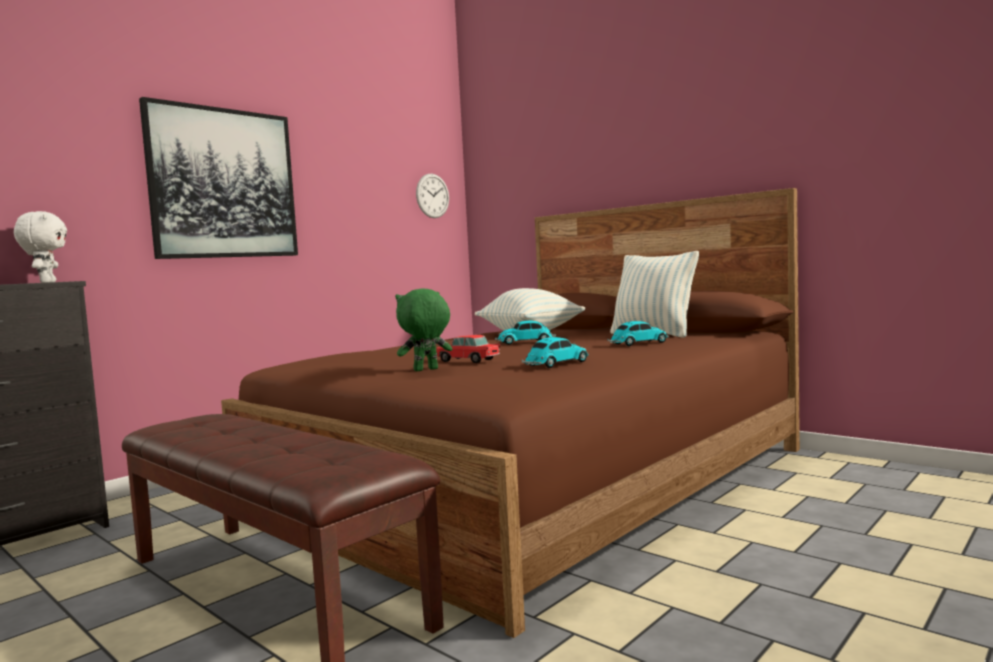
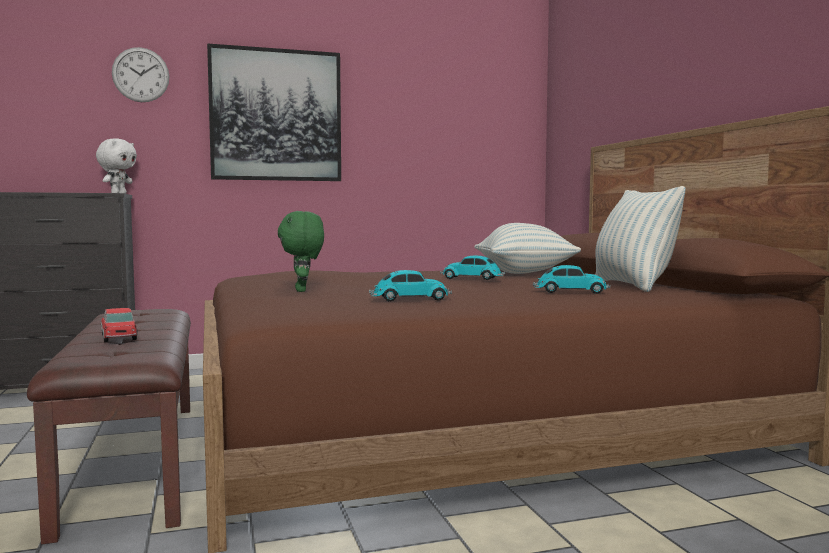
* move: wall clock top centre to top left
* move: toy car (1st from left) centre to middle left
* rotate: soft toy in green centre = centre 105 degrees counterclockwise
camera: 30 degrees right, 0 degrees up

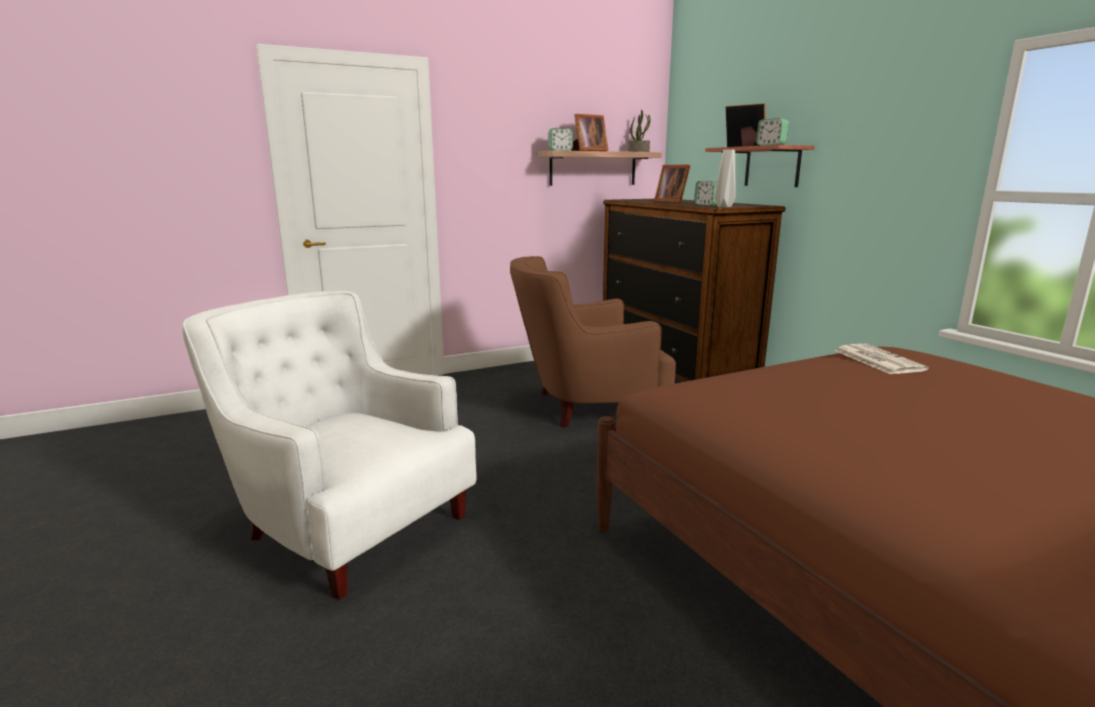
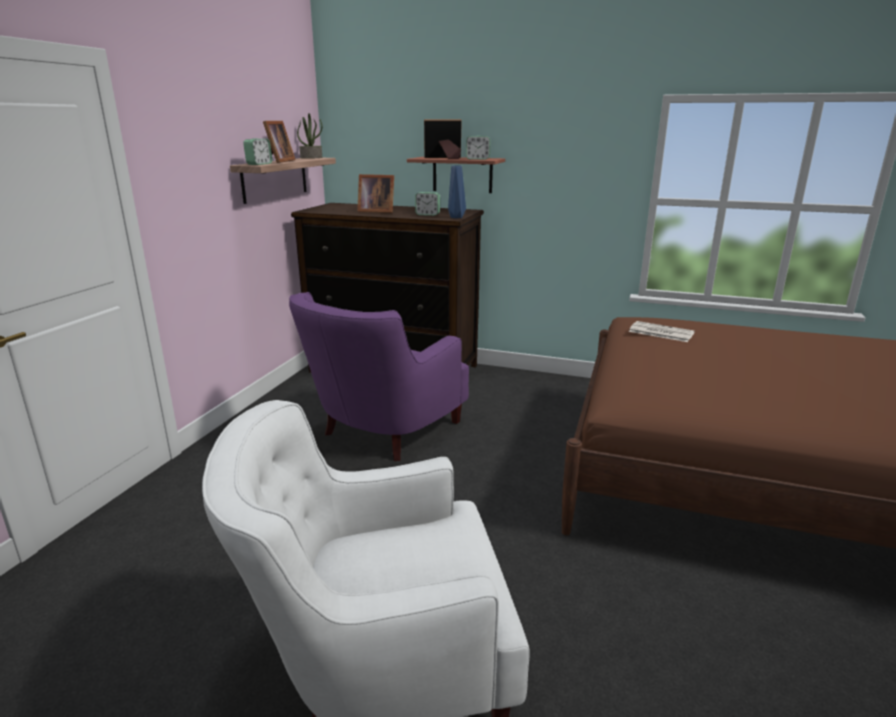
* recolor: easy chair in brown-coloured centre to easy chair in purple centre
* recolor: flower vase in gray top centre to flower vase in blue-coloured top centre
camera: 45 degrees left, 5 degrees up

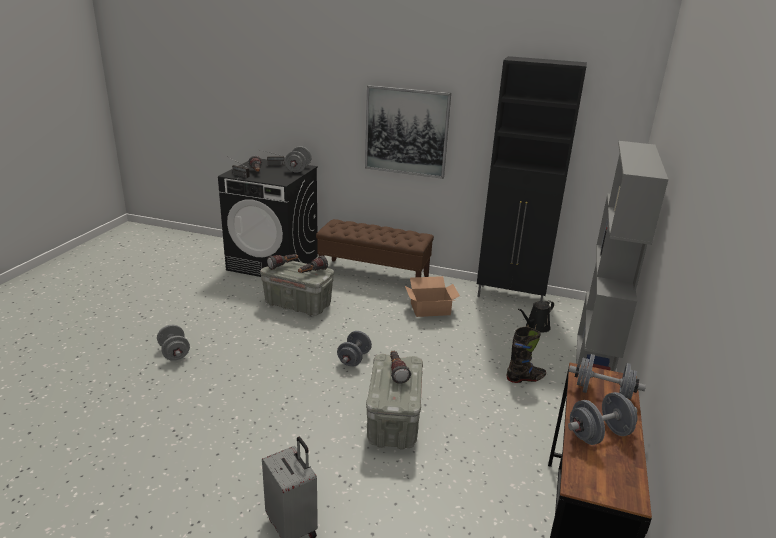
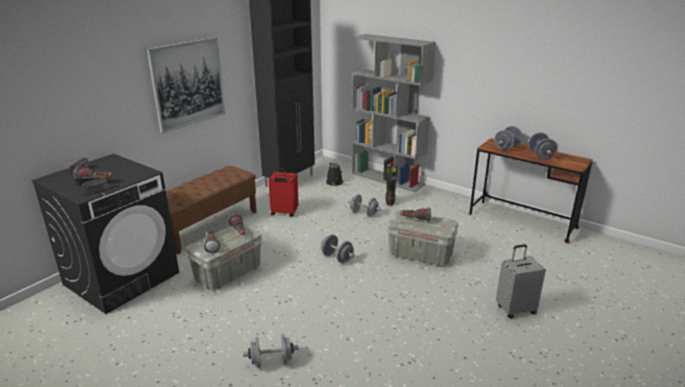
* move: dumbbell in gray (2nd from left in the first image) top centre to dumbbell in gray (3rd from left) centre
* replace: cardboard box centre to travel case in reddish centre
camera: 70 degrees left, 0 degrees up

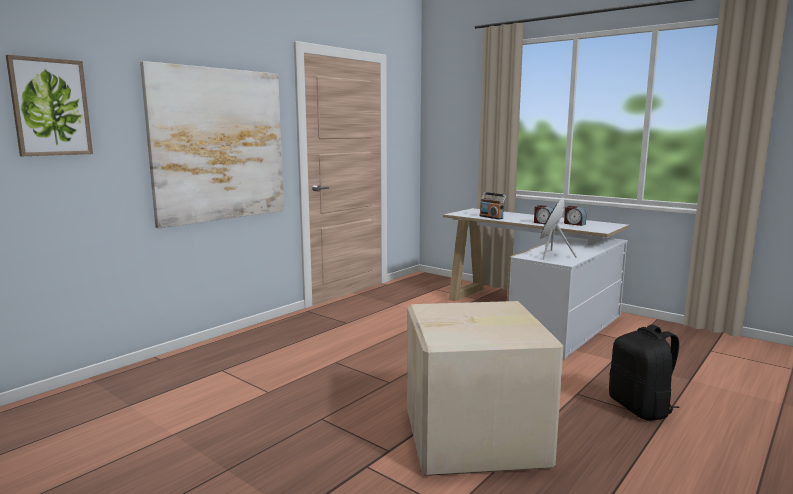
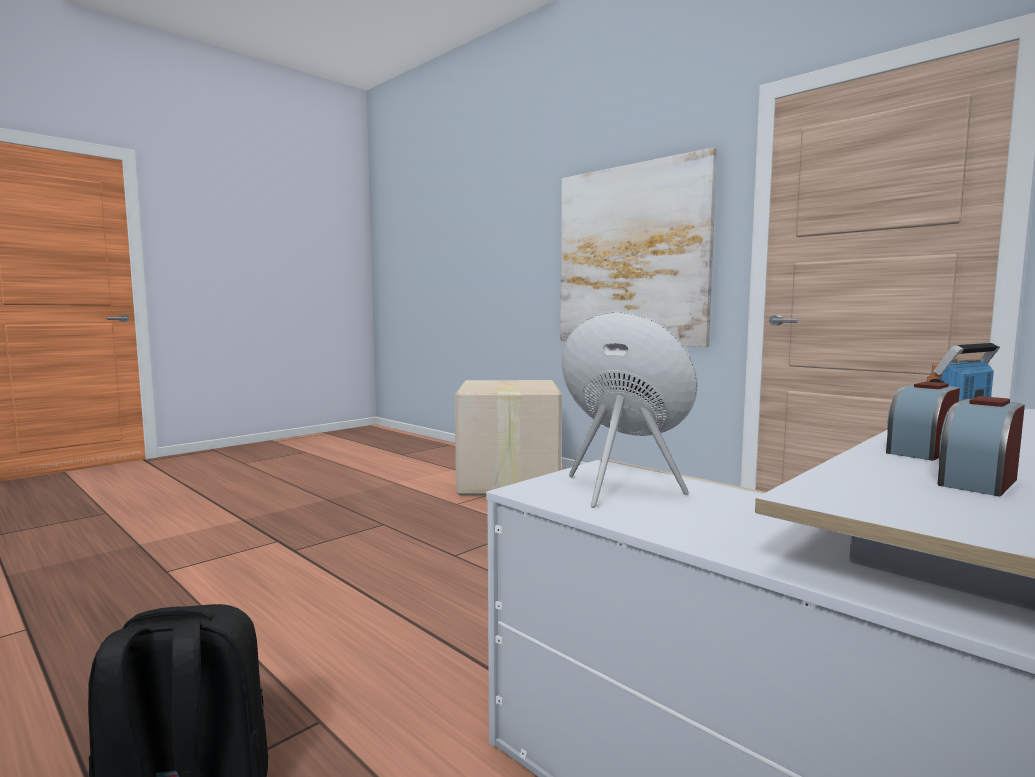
* delete: picture (1st from left) top left
* move: cardboard box bottom centre to centre
camera: 95 degrees right, 5 degrees down

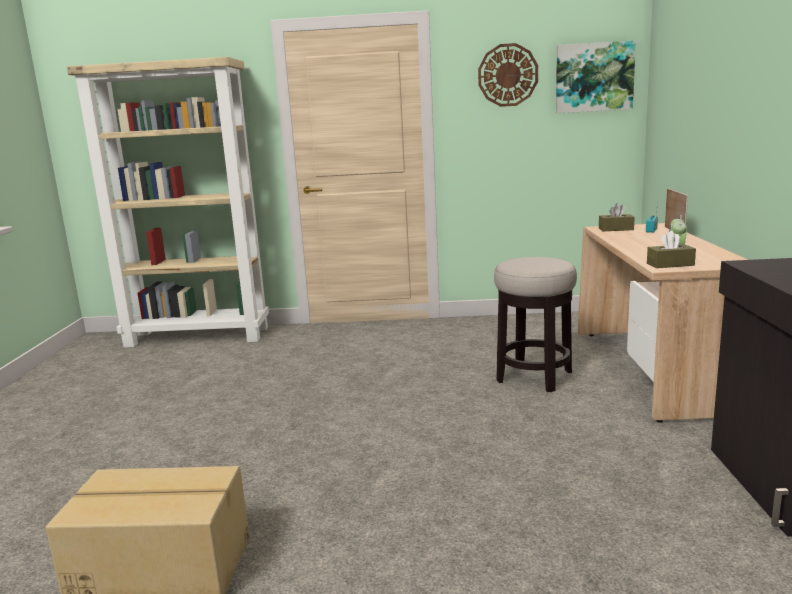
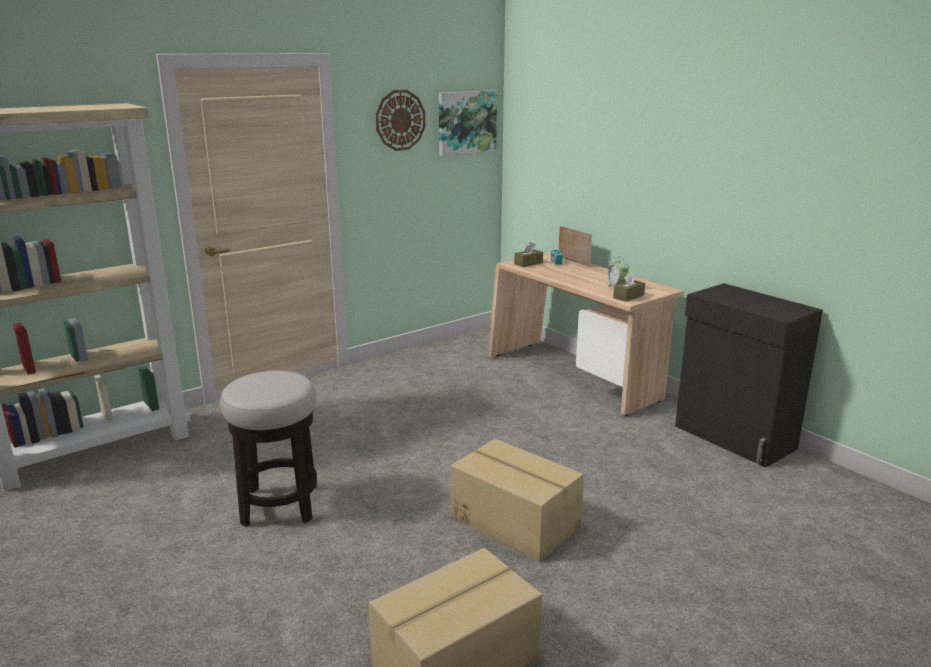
* insert: cardboard box (2nd from left) bottom centre
* move: sitting stool middle right to bottom left
camera: 40 degrees left, 5 degrees up

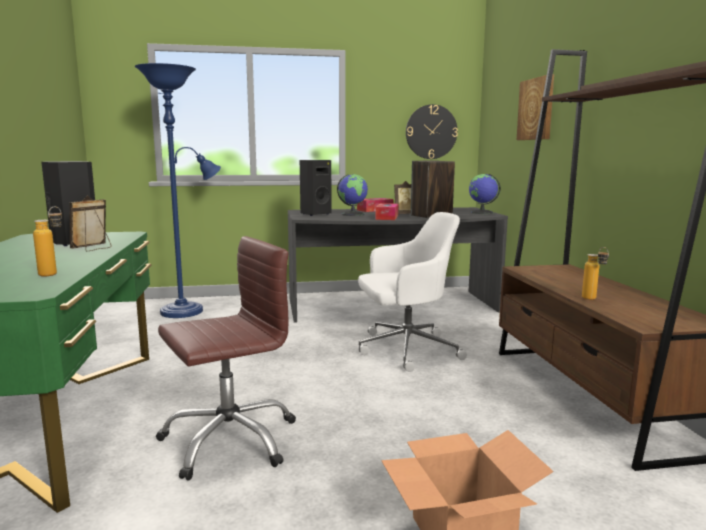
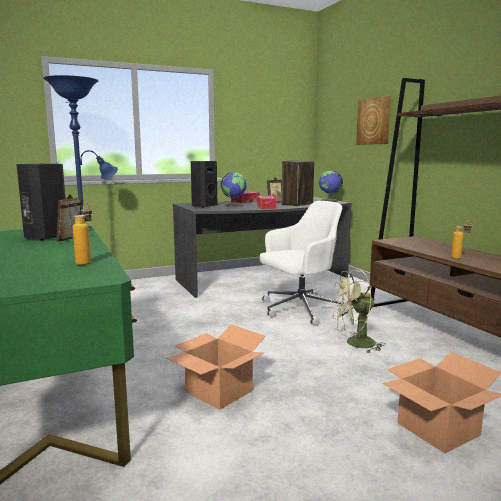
* delete: wall clock top centre
* insert: fan in green middle right
* replace: desk chair in brown-coloured bottom left to cardboard box (1st from left) bottom centre
camera: 15 degrees left, 0 degrees up

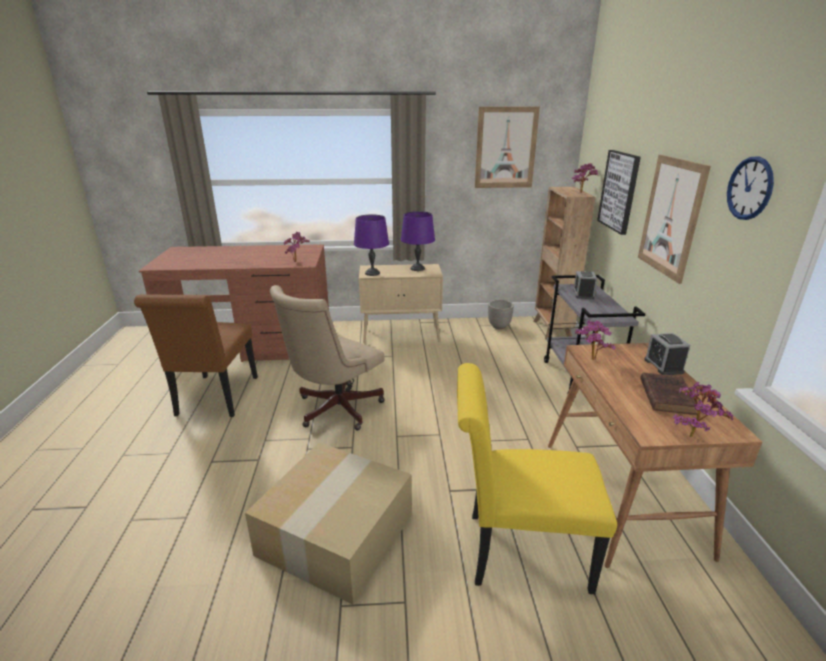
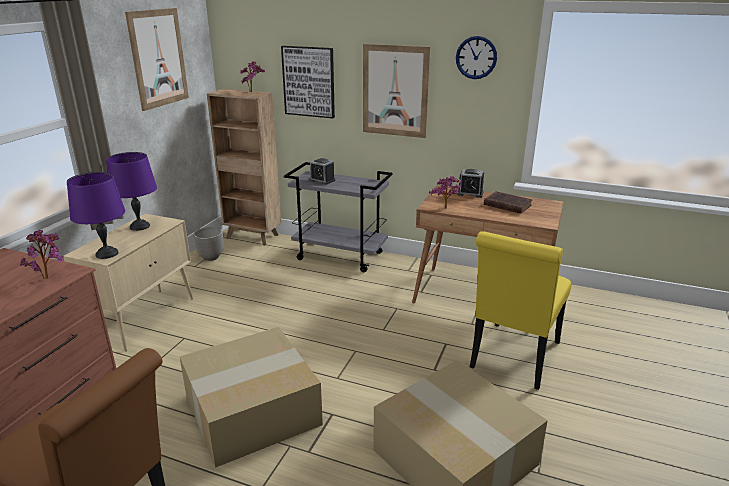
* delete: houseplant (4th from left) middle right
* replace: desk chair in beige-coloured centre to cardboard box (1st from left) bottom centre
camera: 65 degrees left, 0 degrees up

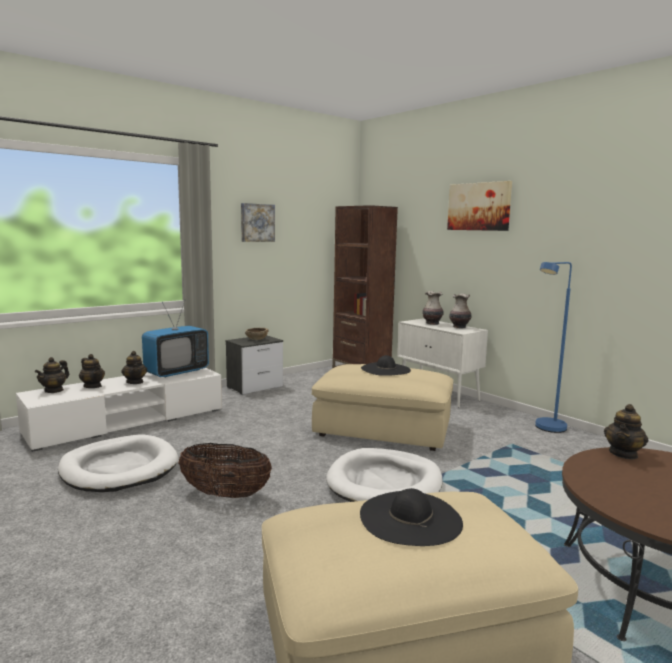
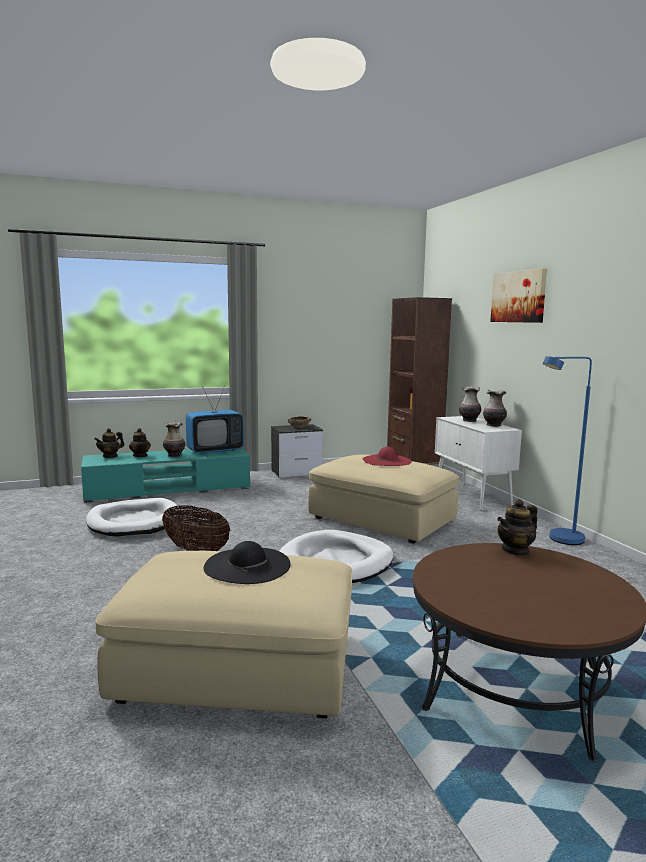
* delete: picture (1st from left) centre
* replace: teapot (3rd from left) middle left to flower vase (1st from left) middle left
* recolor: tv unit in white middle left to tv unit in blue-green middle left
* recolor: wearable hat in blackish (1st from left) centre to wearable hat in reddish centre
camera: 20 degrees right, 0 degrees up

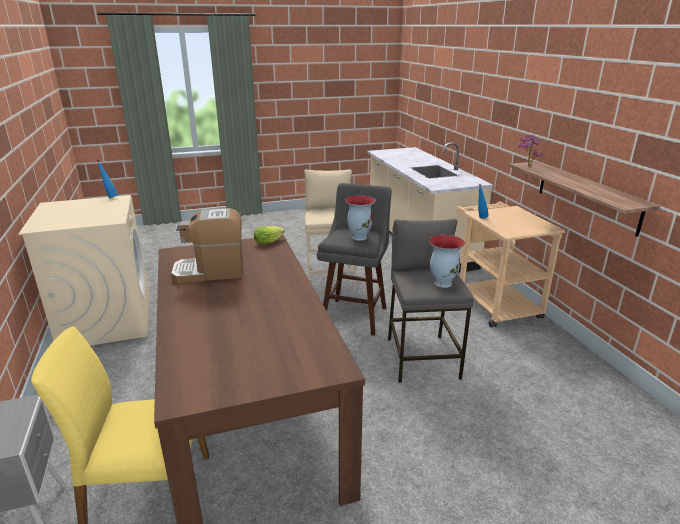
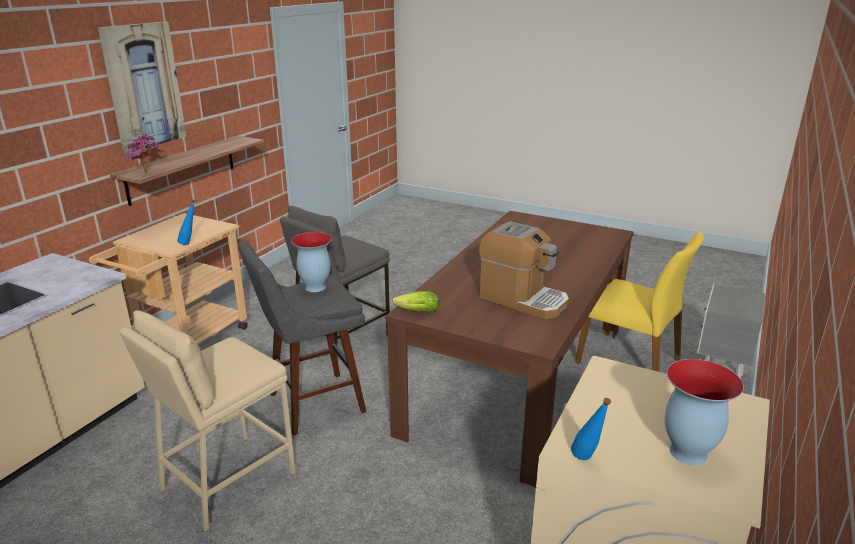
* insert: picture top left
* move: flower vase (2nd from left) centre to bottom right
camera: 135 degrees left, 0 degrees up

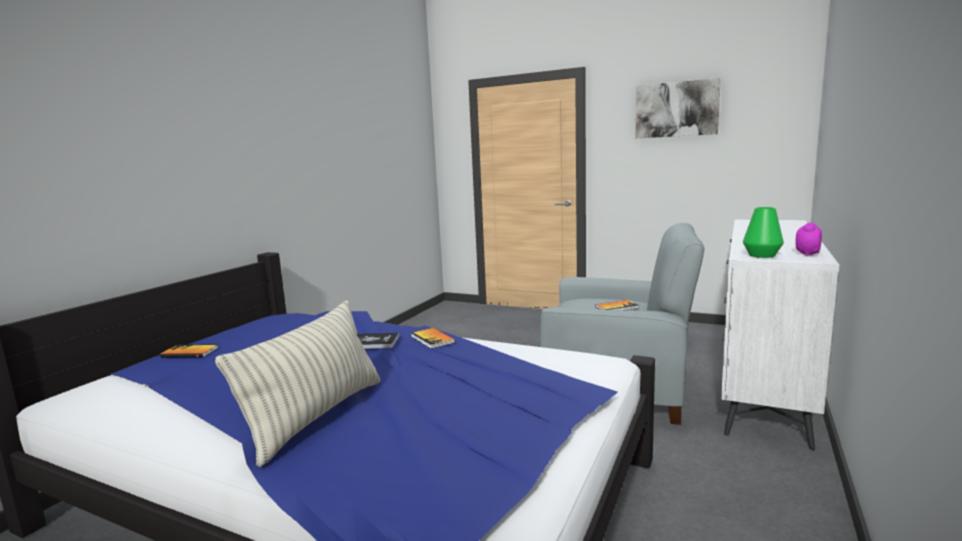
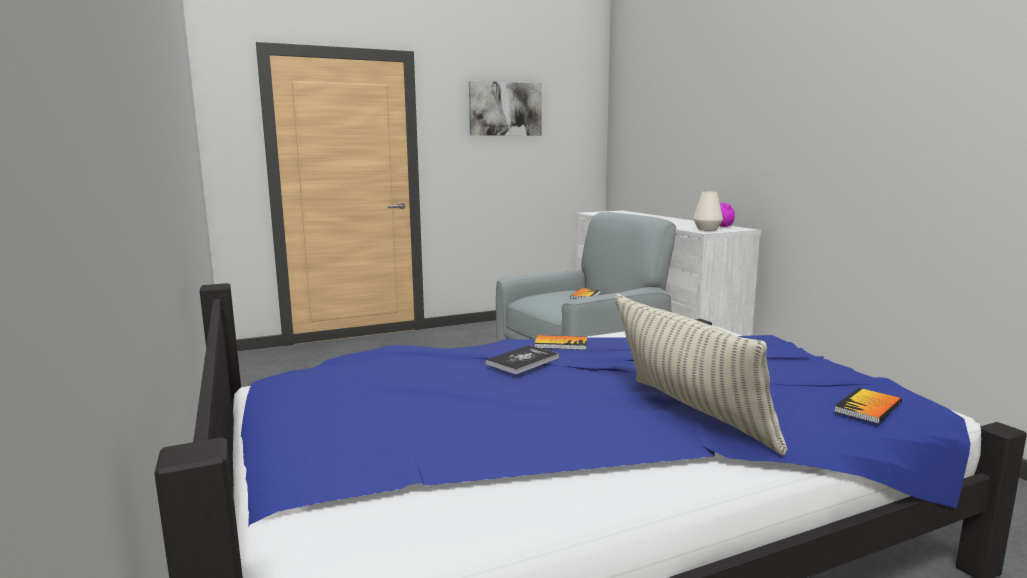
* move: volume (1st from left in the first image) middle left to volume (4th from left) bottom right
* recolor: flower vase in green middle right to flower vase in white middle right
camera: 50 degrees left, 0 degrees up

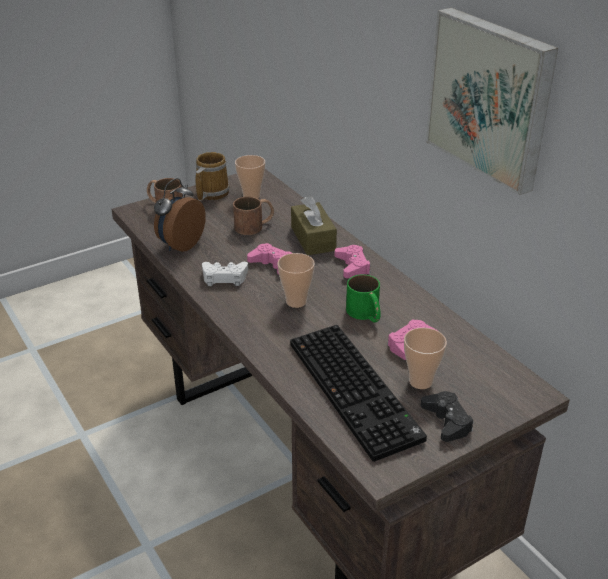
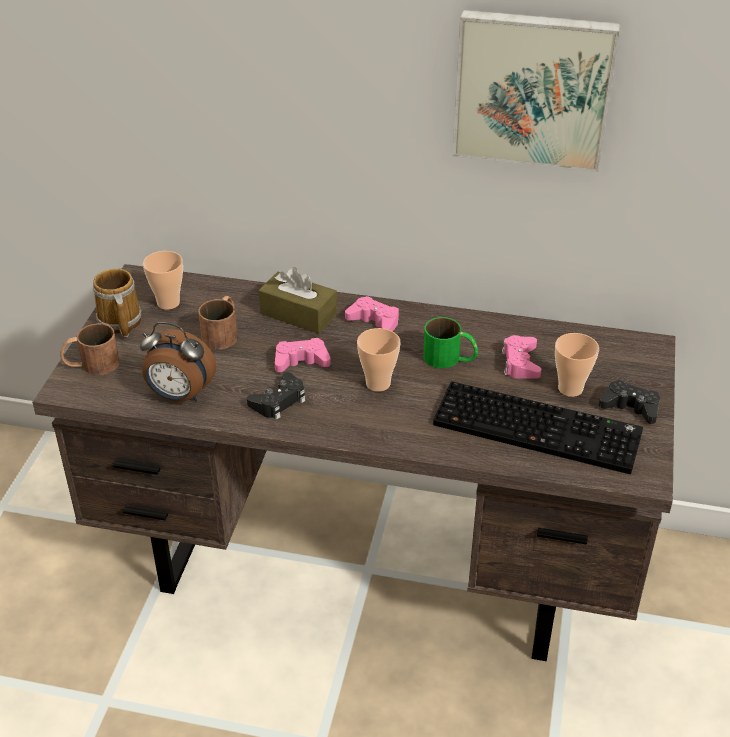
* recolor: joypad in white centre to joypad in blackish (1st from left) centre
* rotate: bedside clock middle left = middle left 60 degrees counterclockwise
camera: 45 degrees left, 5 degrees up

